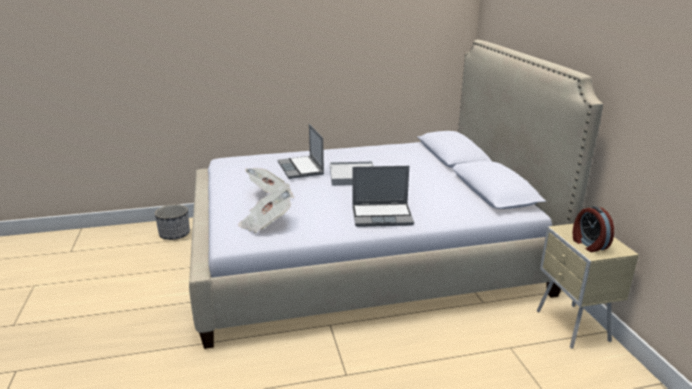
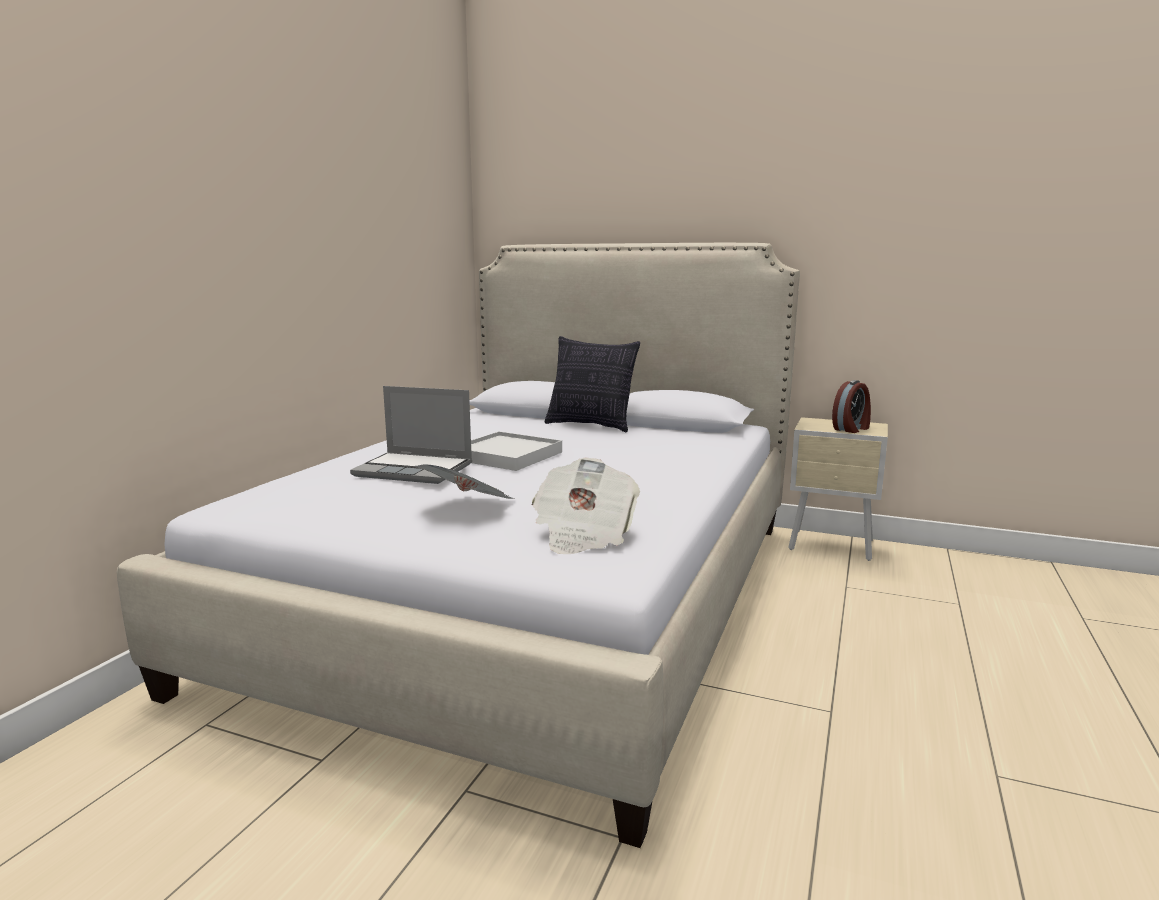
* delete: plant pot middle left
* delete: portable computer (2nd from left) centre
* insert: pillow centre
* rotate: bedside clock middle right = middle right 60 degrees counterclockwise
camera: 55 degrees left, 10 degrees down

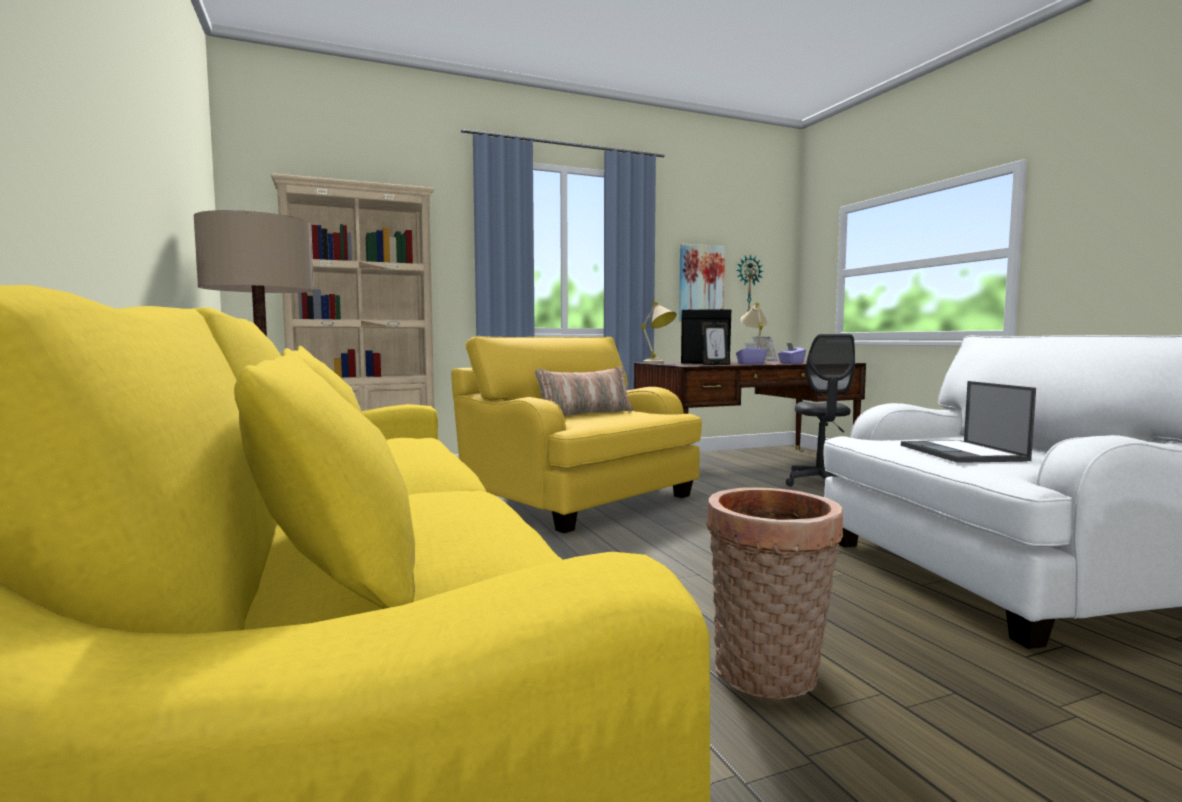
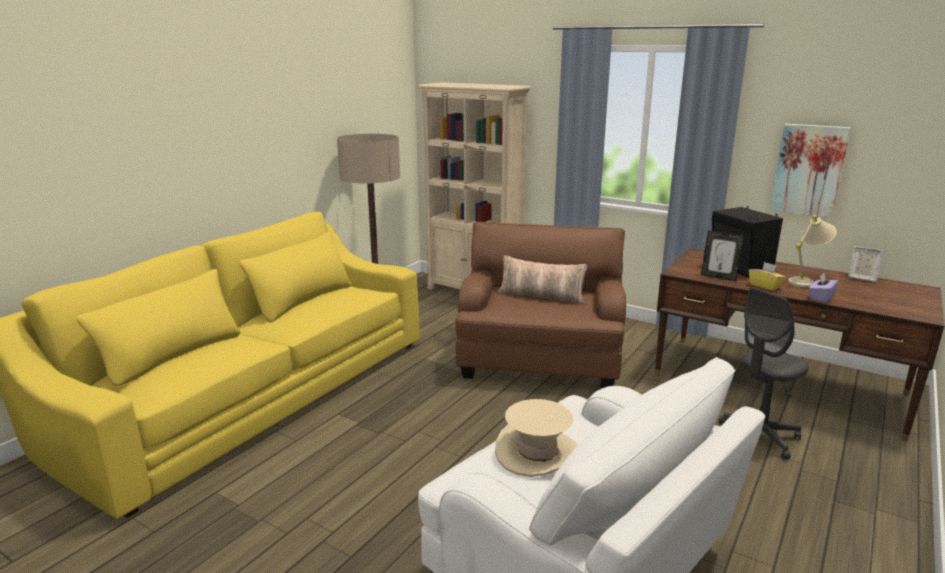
* delete: lamp for a table in beige-coloured (1st from left) centre
* delete: household basket bottom centre
* delete: wall clock centre
* replace: portable computer middle right to wearable hat in beige-coloured bottom centre
* recolor: easy chair in yellowish centre to easy chair in brown-coloured centre
* recolor: box of tissues in purple (1st from left) centre to box of tissues in yellowish middle right
camera: 55 degrees right, 15 degrees up

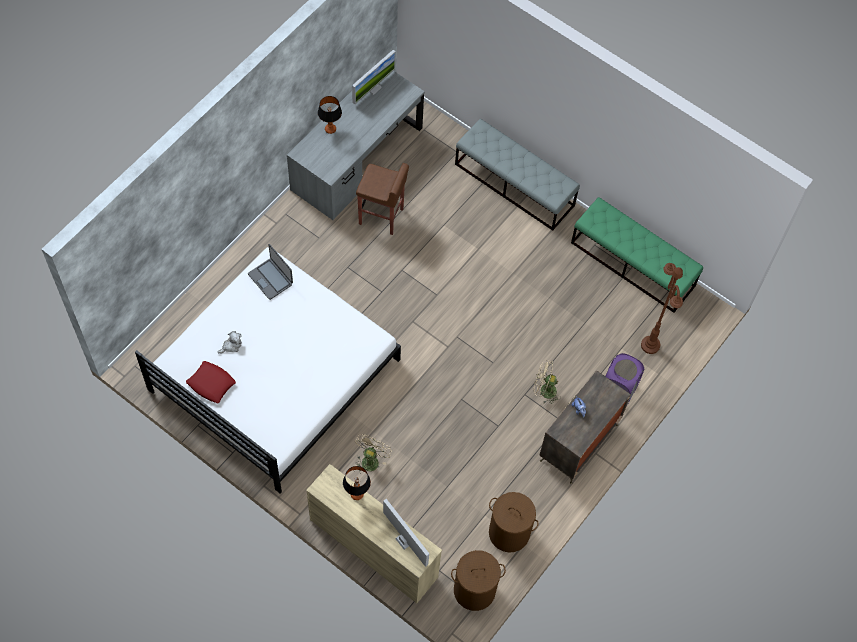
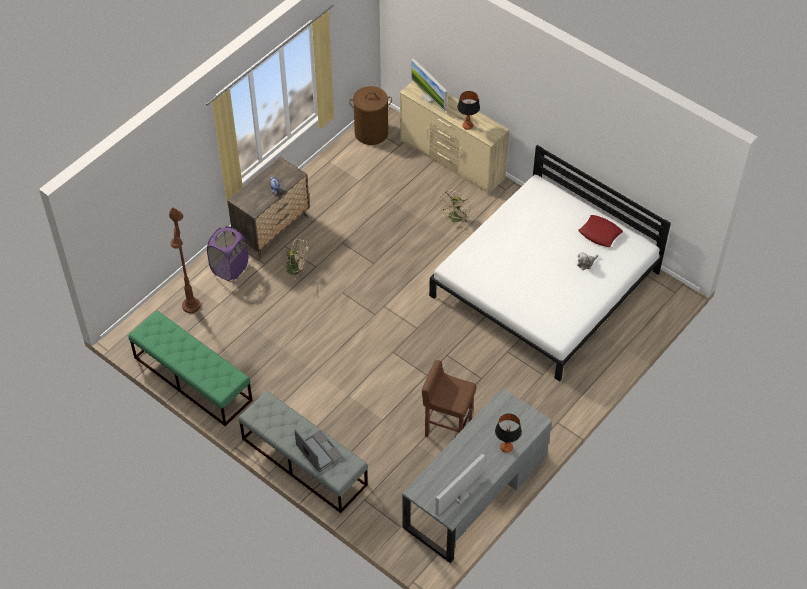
* delete: laundry basket in brown-coloured (2nd from left) bottom centre
* move: portable computer middle left to bottom centre
camera: 175 degrees left, 10 degrees down

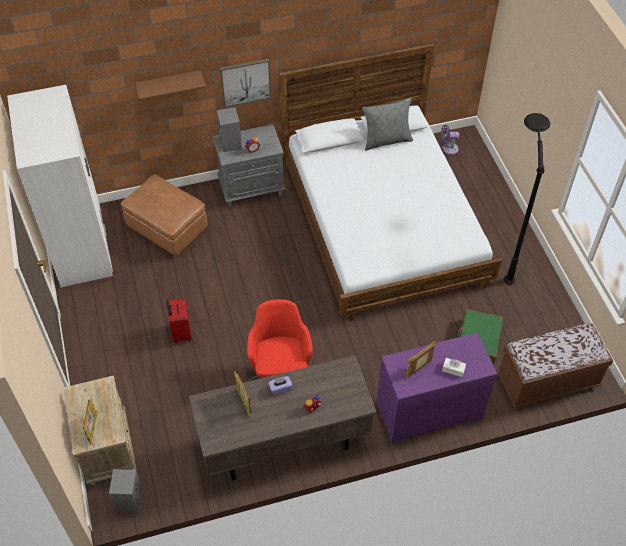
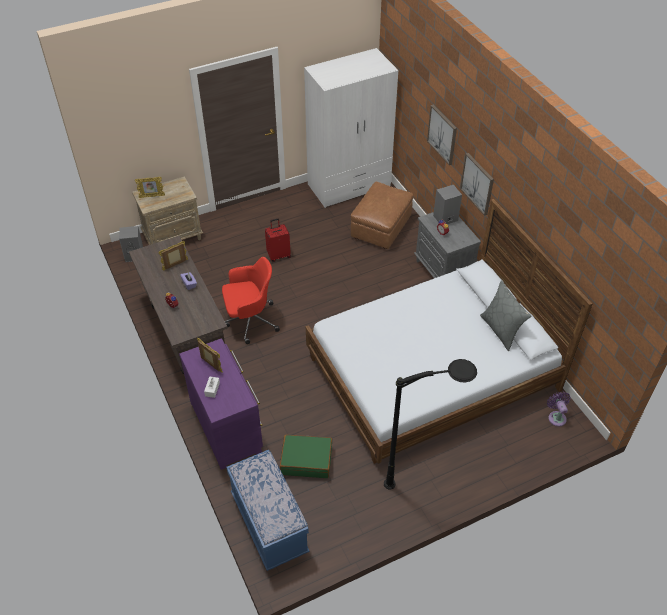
* replace: wall shelf in brown-coloured top left to picture (1st from left) top centre
* recolor: long seat in brown-coloured bottom right to long seat in blue-coloured bottom centre
camera: 80 degrees right, 5 degrees down

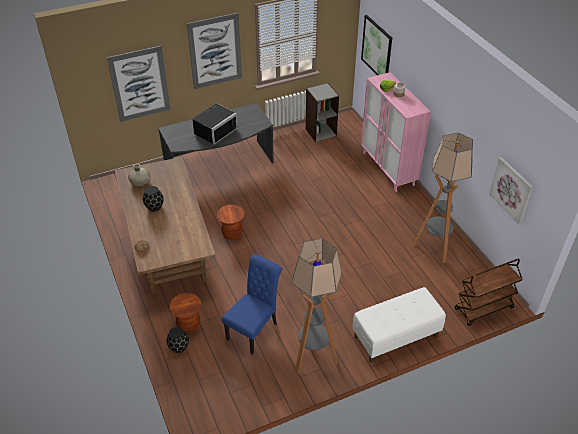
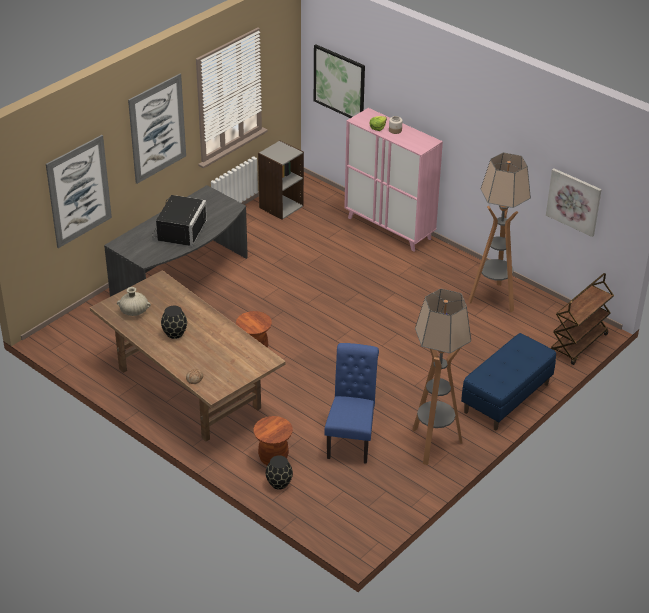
* recolor: long seat in white bottom right to long seat in blue-coloured middle right
camera: 25 degrees left, 5 degrees down

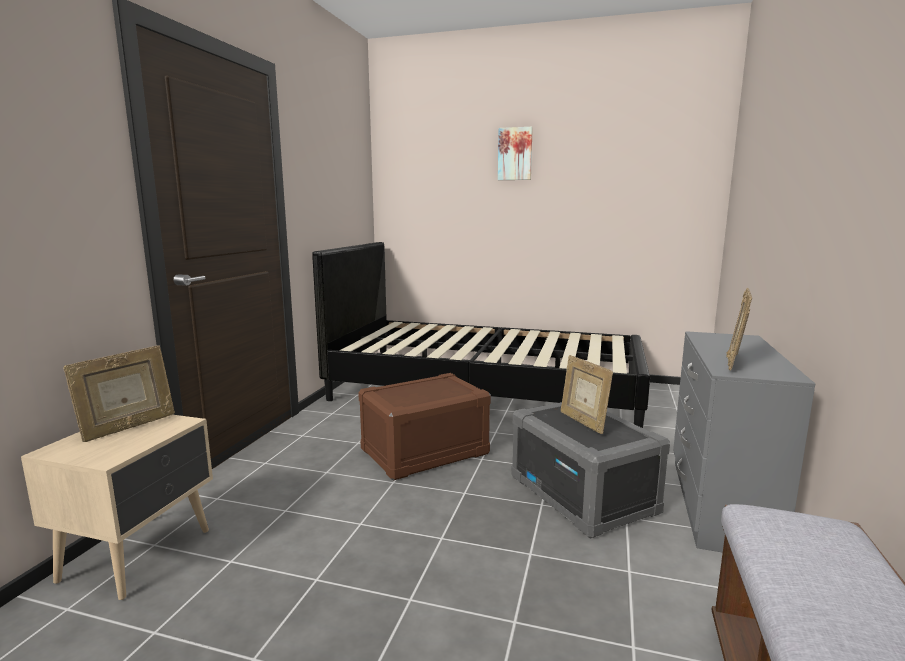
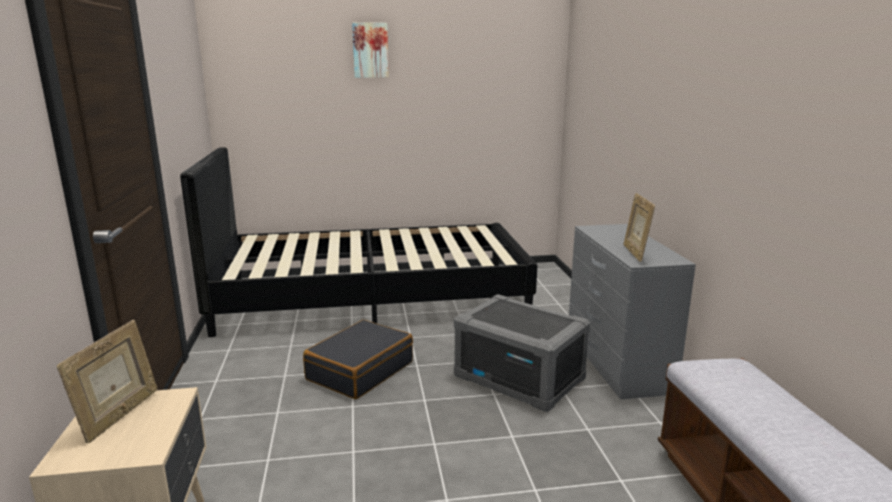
* delete: standing frame (2nd from left) centre
* replace: storage container in brown-coloured centre to travel case in blackish bottom centre
camera: 25 degrees left, 5 degrees up

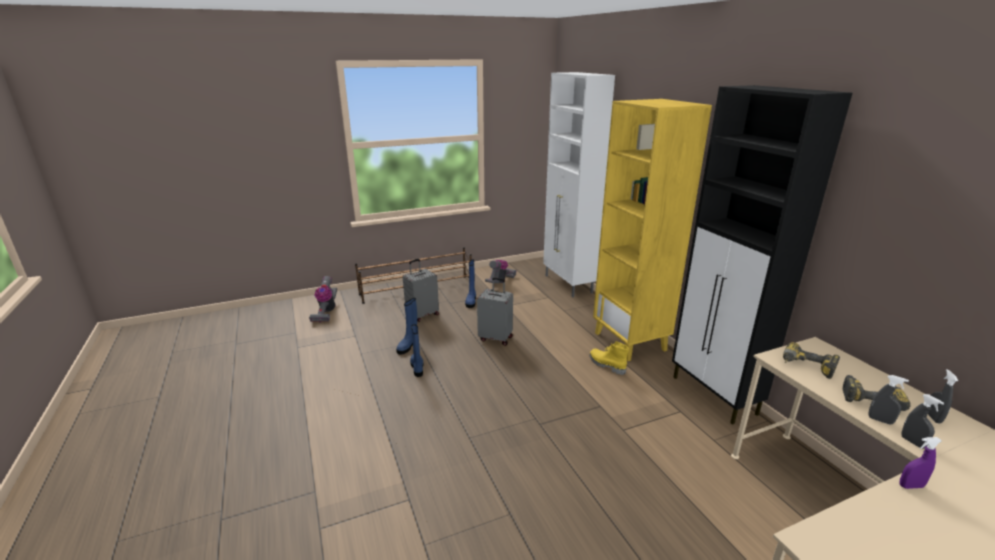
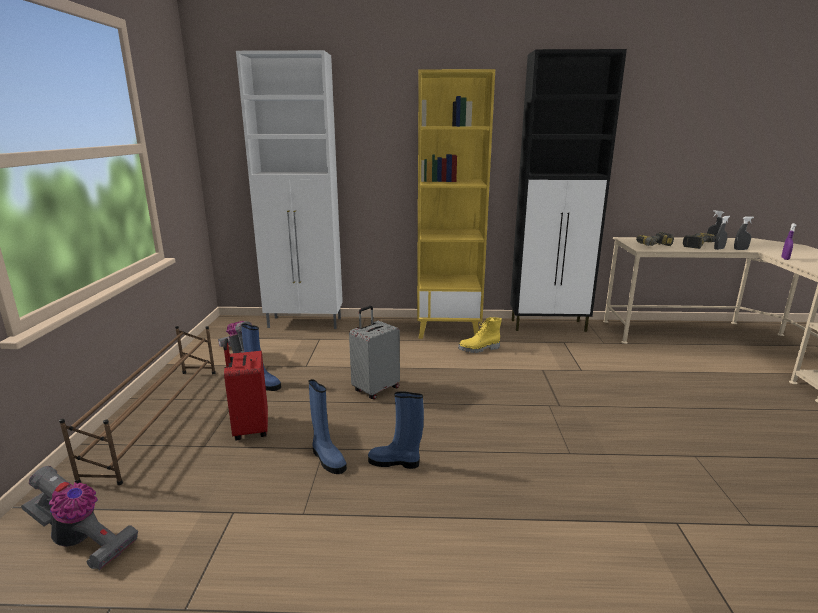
* recolor: travel case in gray (1st from left) centre to travel case in reddish middle left
camera: 65 degrees left, 5 degrees down

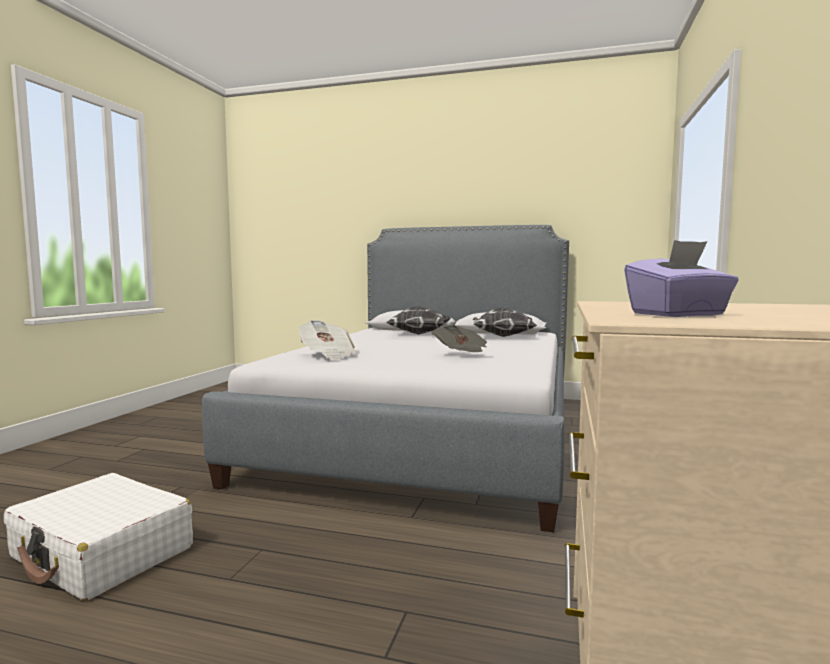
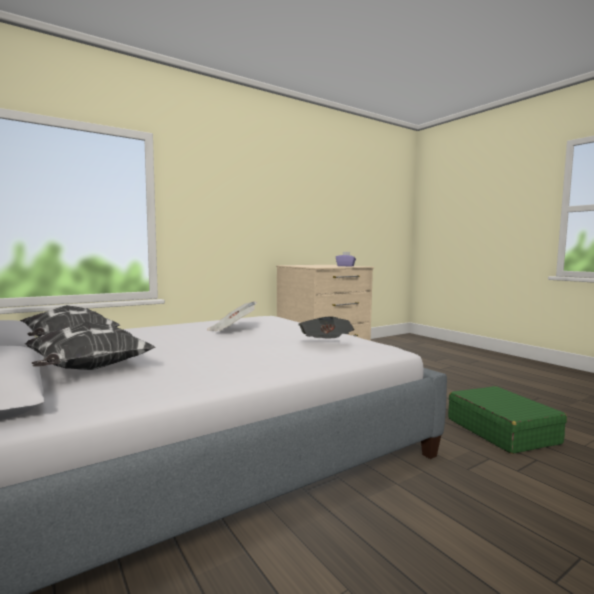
* recolor: travel case in white bottom left to travel case in green bottom right
camera: 140 degrees left, 0 degrees up

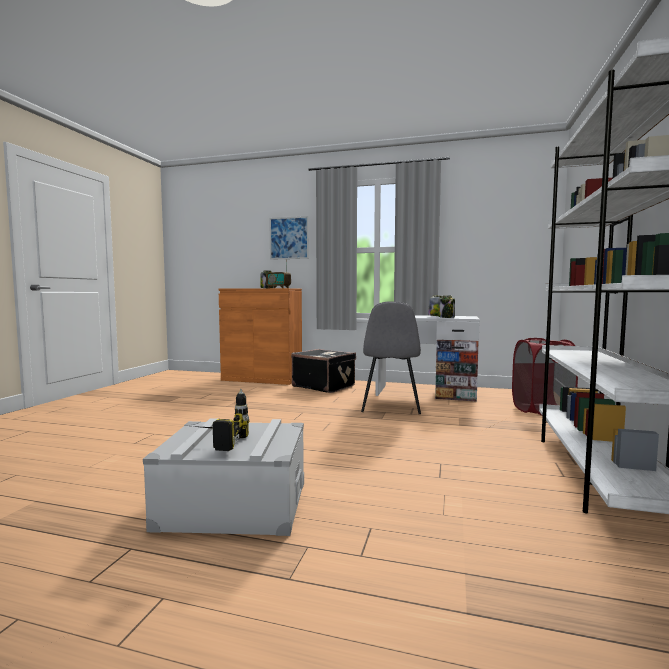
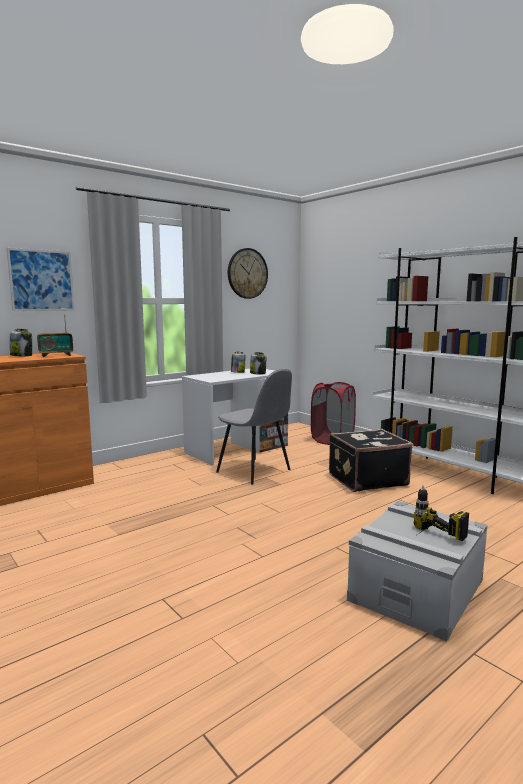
* insert: wall clock centre
* move: travel case in blackish centre to middle right
camera: 55 degrees left, 5 degrees up

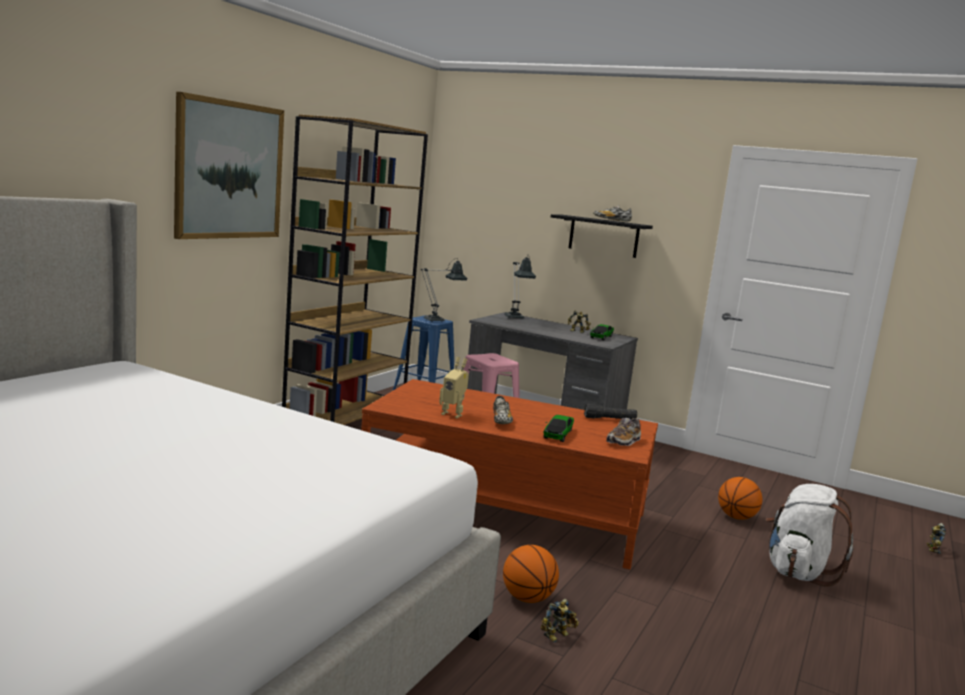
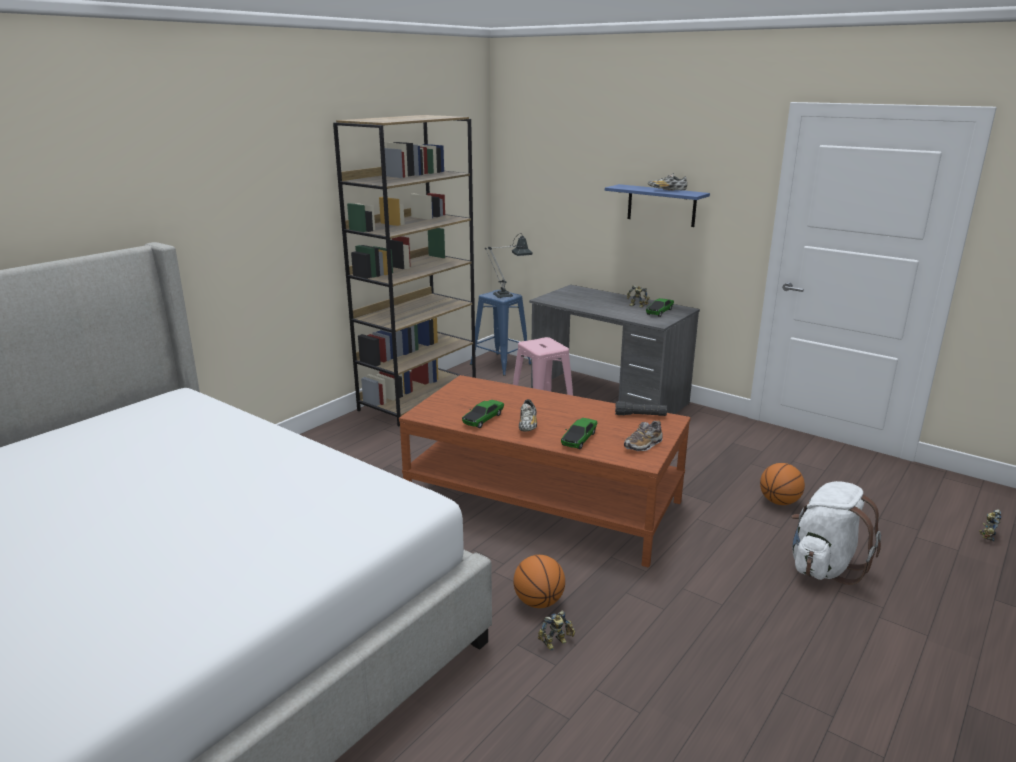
* delete: picture top left
* delete: lamp for a table (2nd from left) centre
* replace: toy robot (1st from left) centre to toy car (1st from left) centre
* recolor: wall shelf in blackish centre to wall shelf in blue-coloured top centre
camera: 10 degrees right, 10 degrees up

